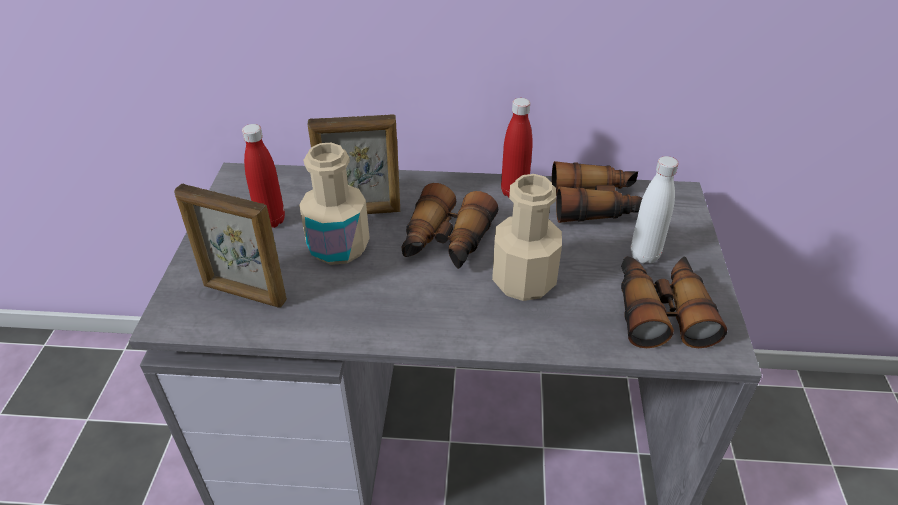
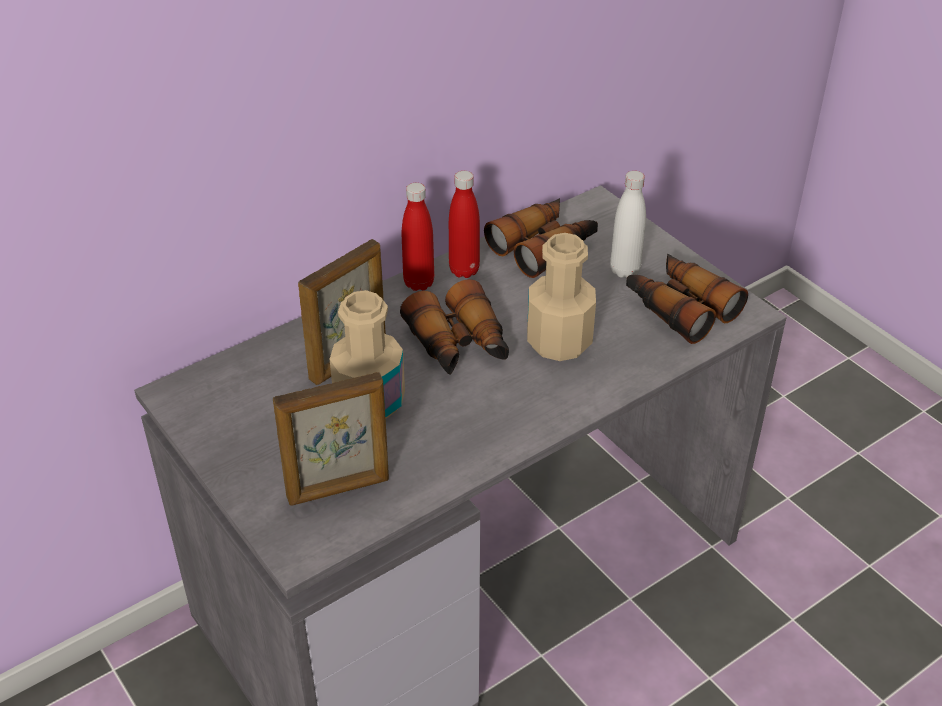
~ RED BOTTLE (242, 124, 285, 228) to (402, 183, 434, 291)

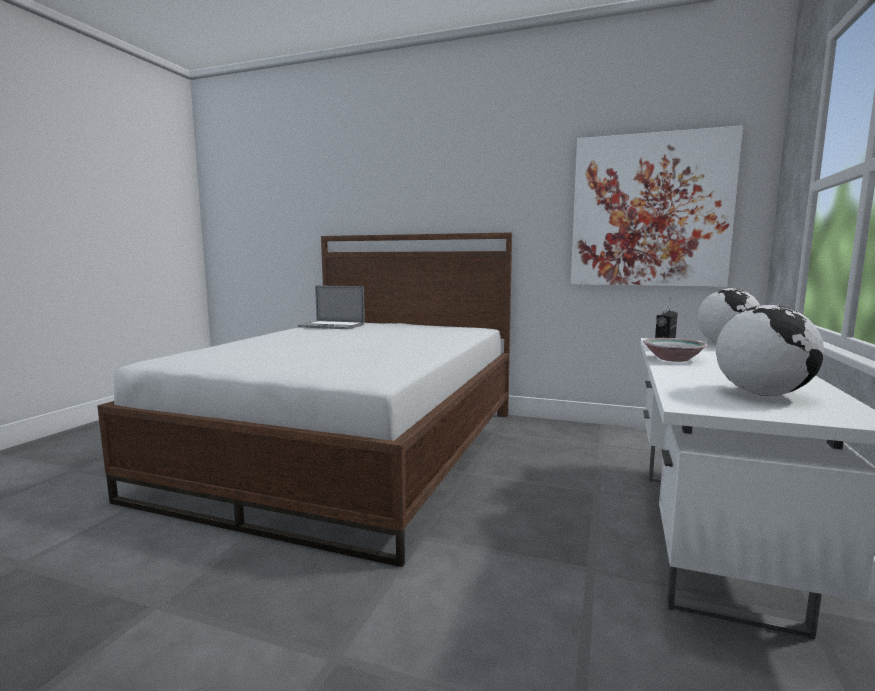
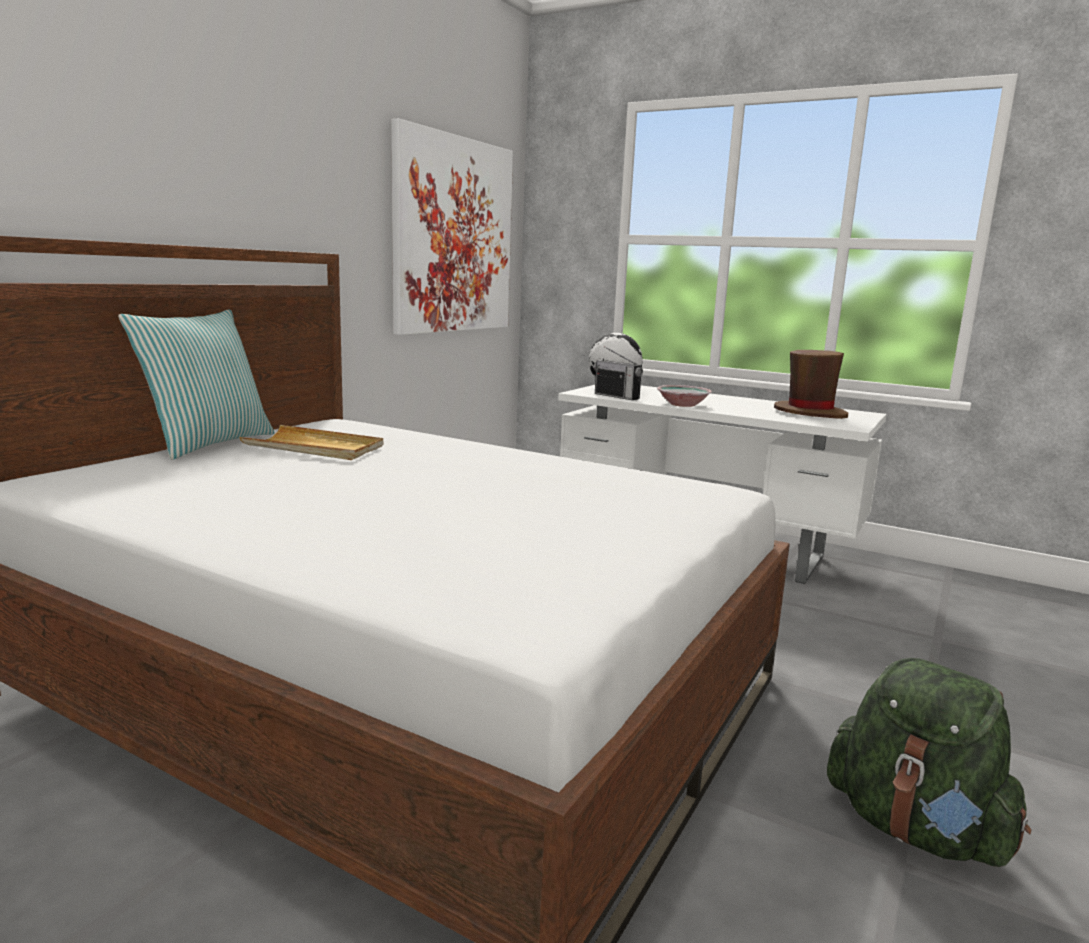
+ PILLOW (118, 309, 275, 460)
+ BEIGE TRAY (239, 425, 383, 460)
~ GLOBE (716, 305, 824, 396) to BROWN HAT (774, 350, 848, 419)
+ GREEN BACKPACK (827, 658, 1031, 867)
- LAPTOP (298, 285, 365, 329)

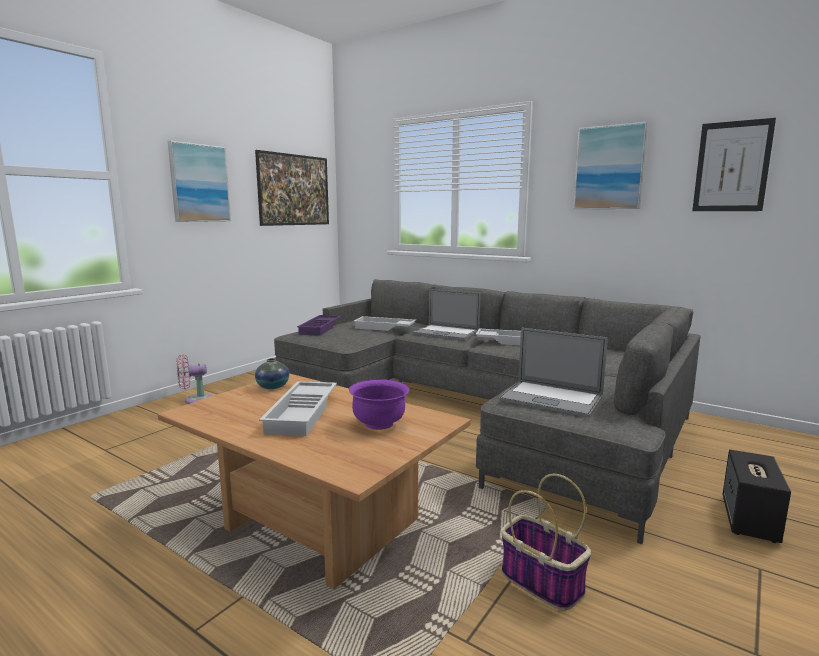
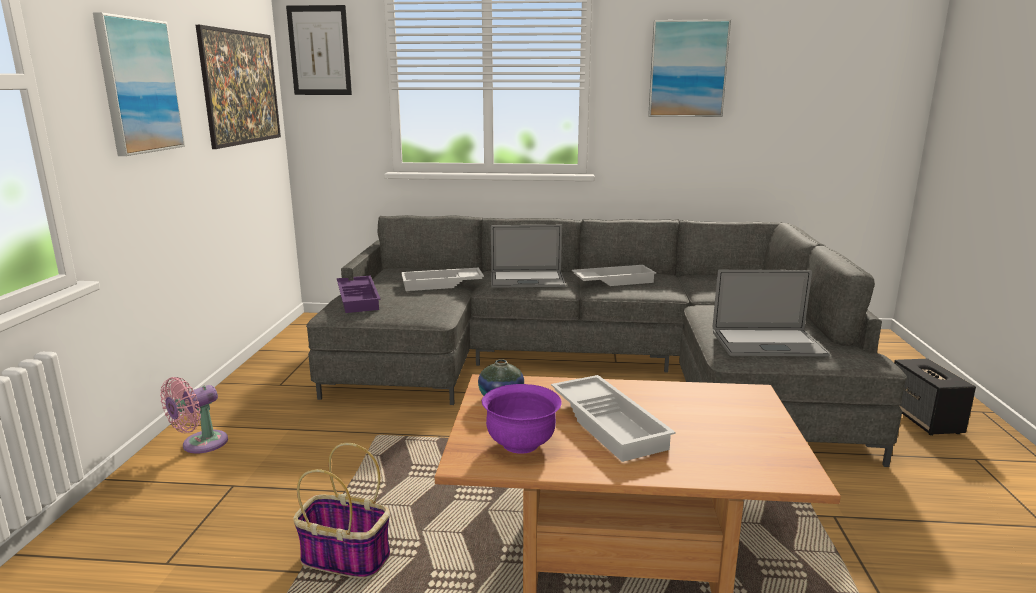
~ PICTURE (692, 118, 776, 211) to (286, 5, 352, 95)
~ BASKET (501, 474, 591, 611) to (293, 443, 390, 579)
~ PURPLE BOWL (349, 379, 409, 430) to (482, 384, 562, 454)

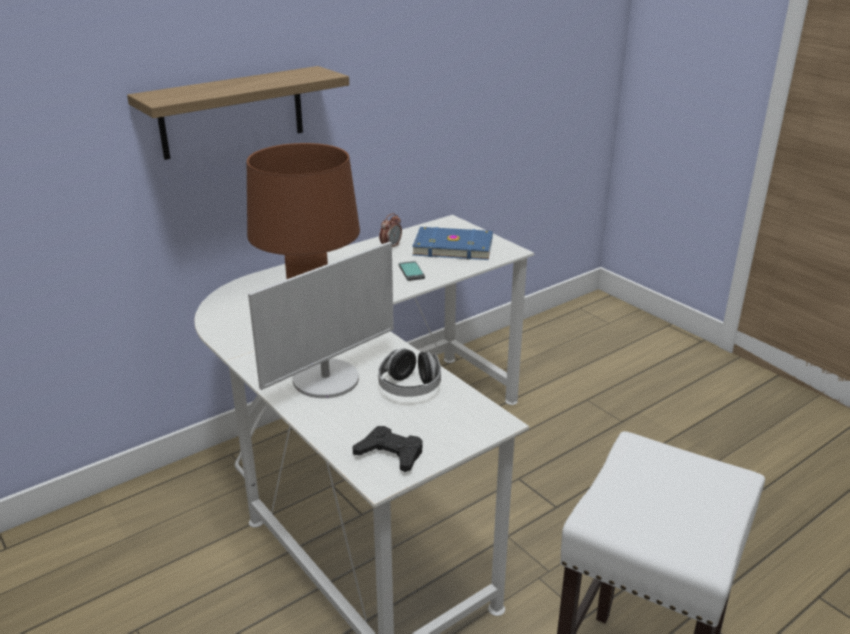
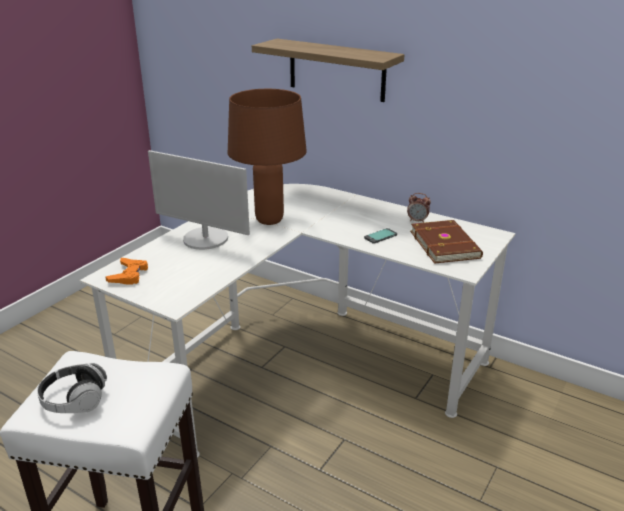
~ HEADPHONES (378, 348, 441, 397) to (37, 363, 107, 413)
~ BLACK GAME CONTROLLER (353, 426, 422, 472) to ORANGE GAME CONTROLLER (106, 258, 148, 285)
~ BLUE BOOK (412, 227, 493, 260) to BROWN BOOK (410, 220, 483, 264)

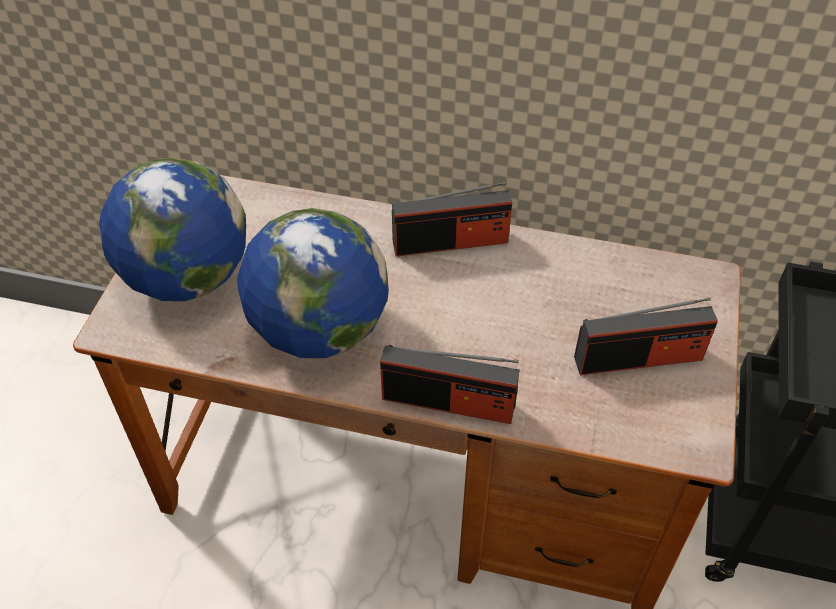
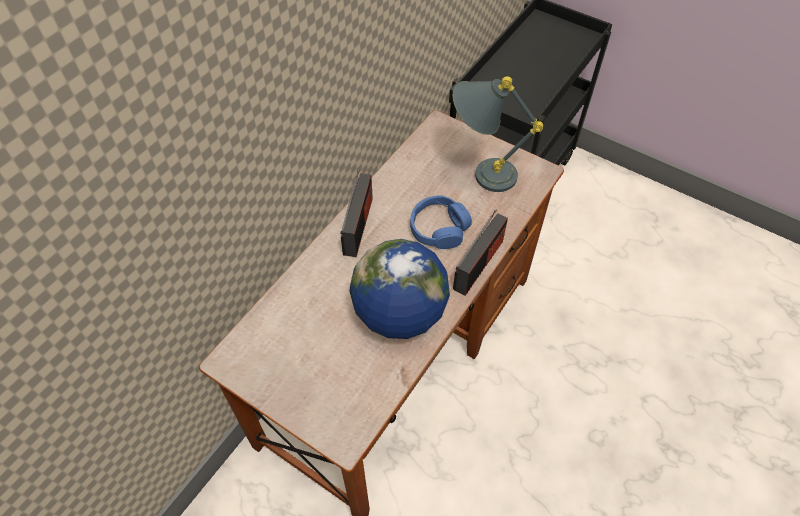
+ BLUE HEADPHONES (410, 195, 472, 249)
~ RADIO (574, 297, 718, 375) to GREY TABLE LAMP (453, 77, 543, 192)
- GLOBE (99, 158, 246, 301)

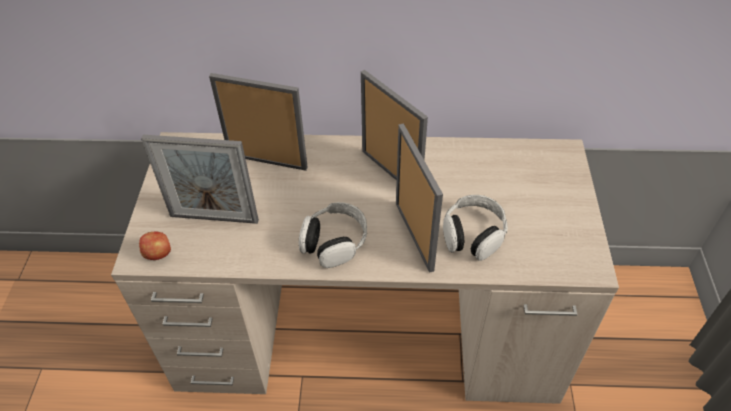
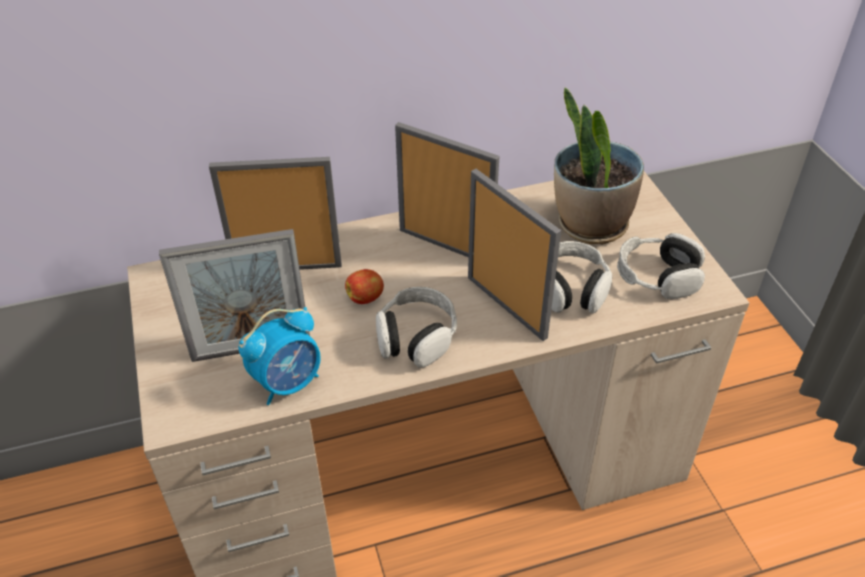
+ ALARM CLOCK (239, 307, 321, 405)
~ APPLE (139, 232, 171, 260) to (345, 269, 384, 304)
+ POTTED PLANT (554, 87, 644, 245)
+ HEADPHONES (617, 233, 705, 299)

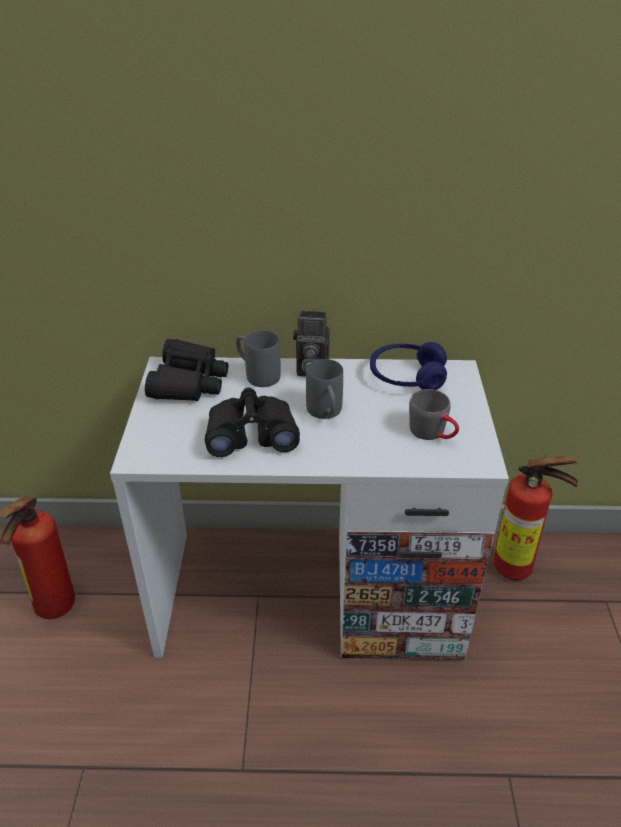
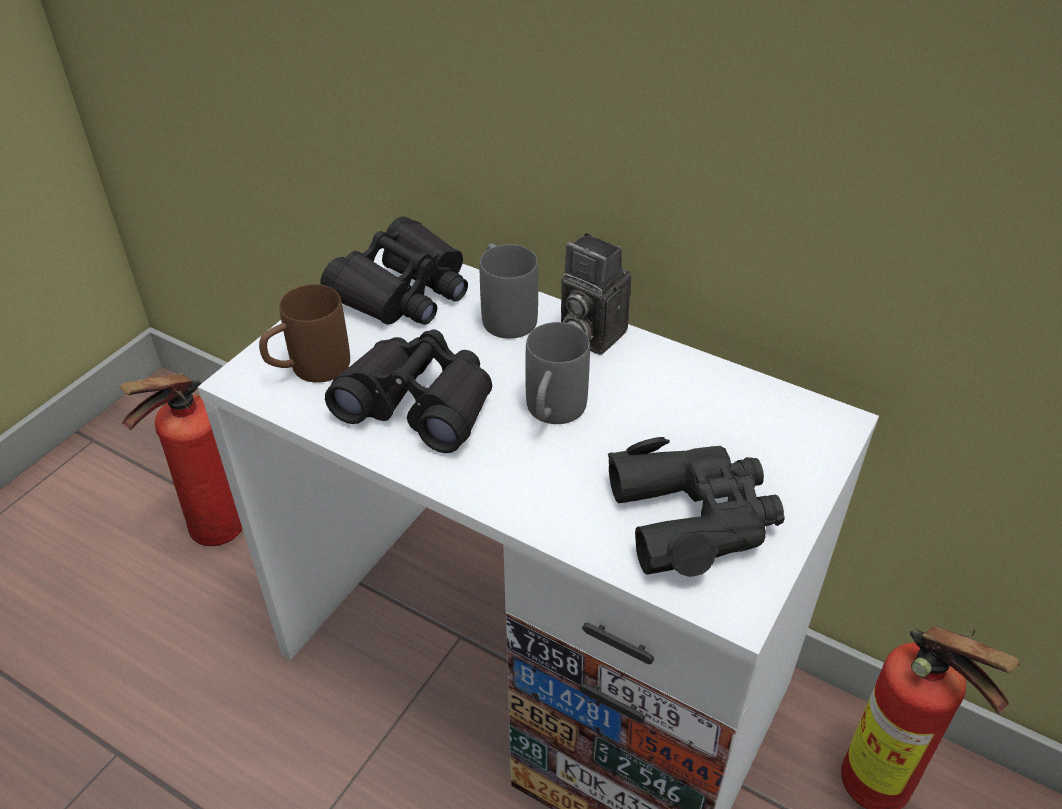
+ BROWN MUG (259, 284, 350, 383)
~ GREY MUG (409, 389, 459, 440) to BLACK BINOCULARS (608, 437, 785, 577)
- BLUE HEADPHONES (370, 342, 447, 390)

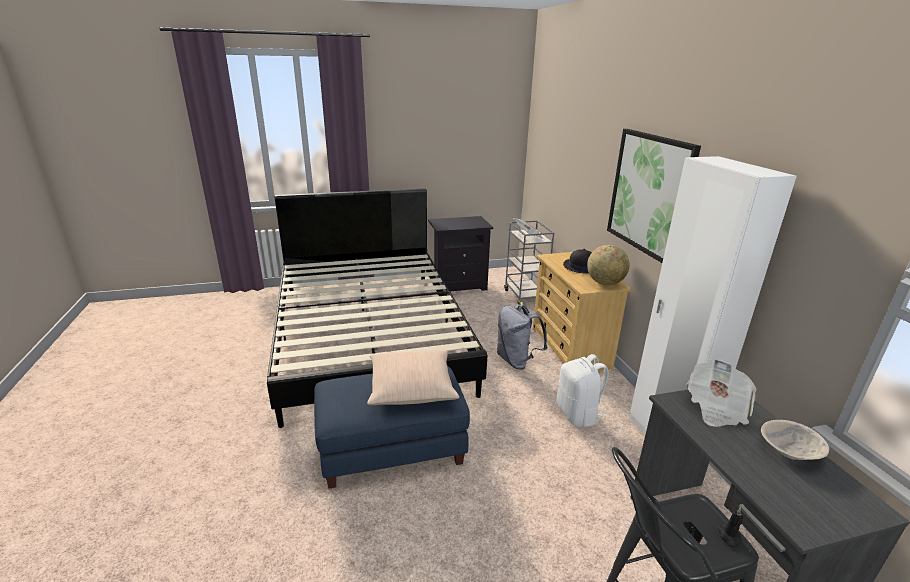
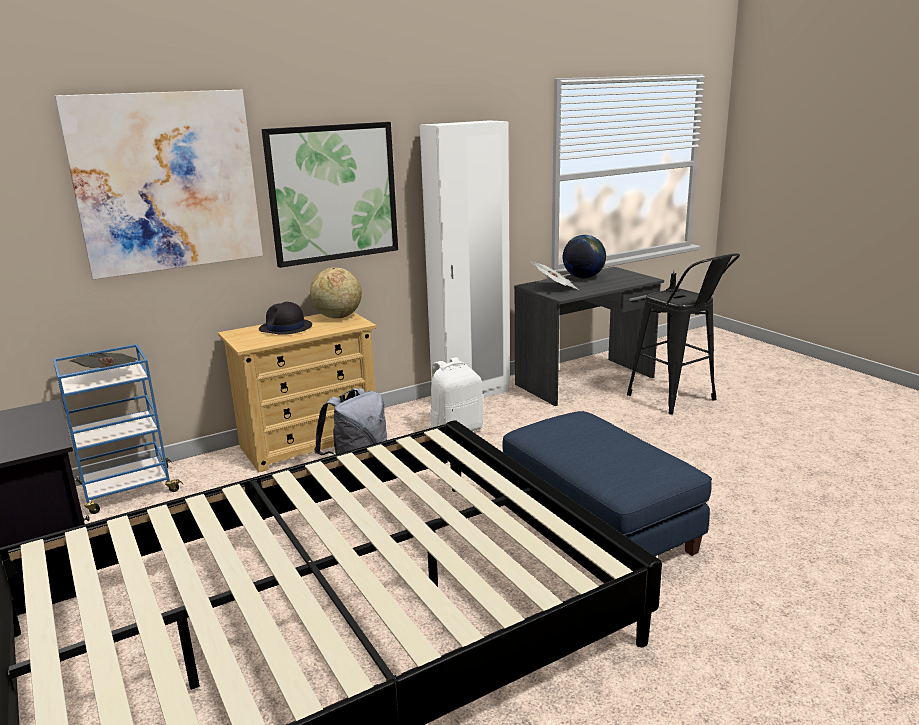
~ GREY CART (504, 220, 554, 305) to BLUE CART (53, 344, 183, 514)
+ PICTURE (55, 90, 263, 279)
~ BEIGE BOWL (761, 420, 829, 460) to GLOBE (563, 235, 606, 279)
- BEIGE PILLOW (367, 350, 459, 405)

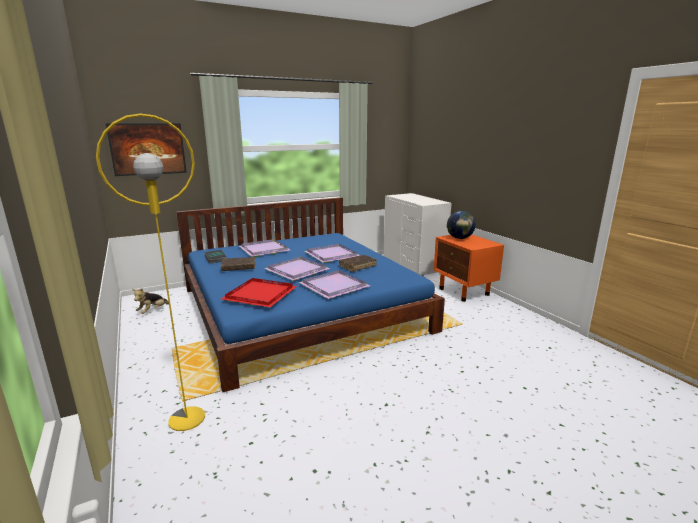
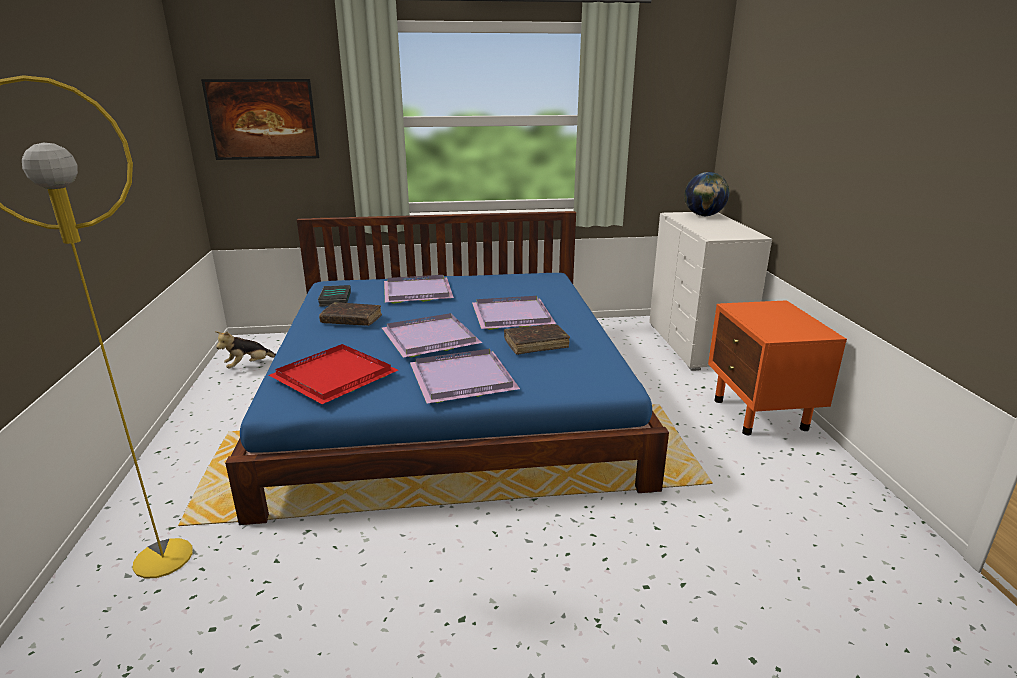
~ GLOBE (447, 211, 476, 239) to (684, 172, 729, 216)

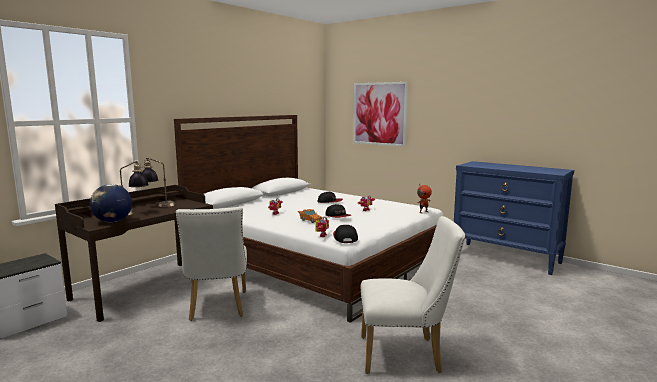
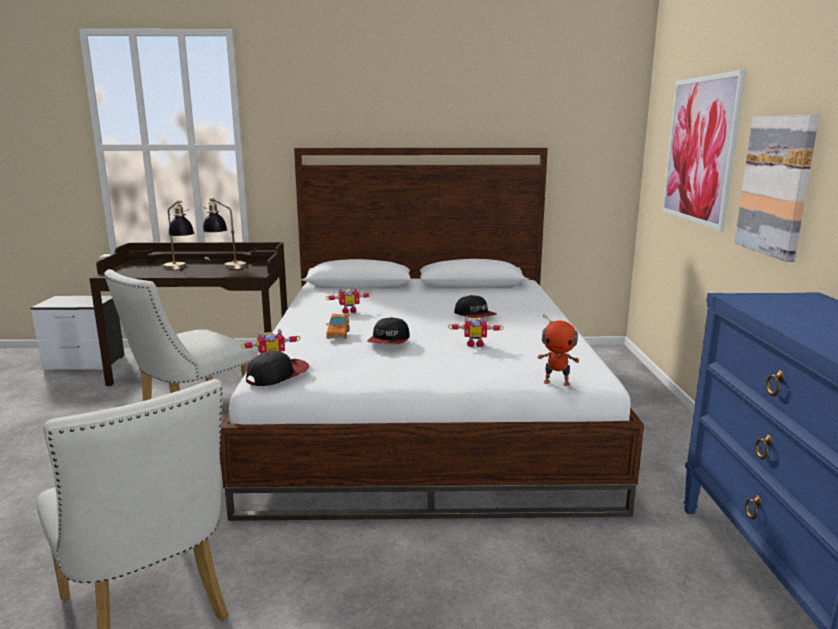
+ PICTURE (735, 115, 819, 262)
- GLOBE (90, 184, 132, 222)

